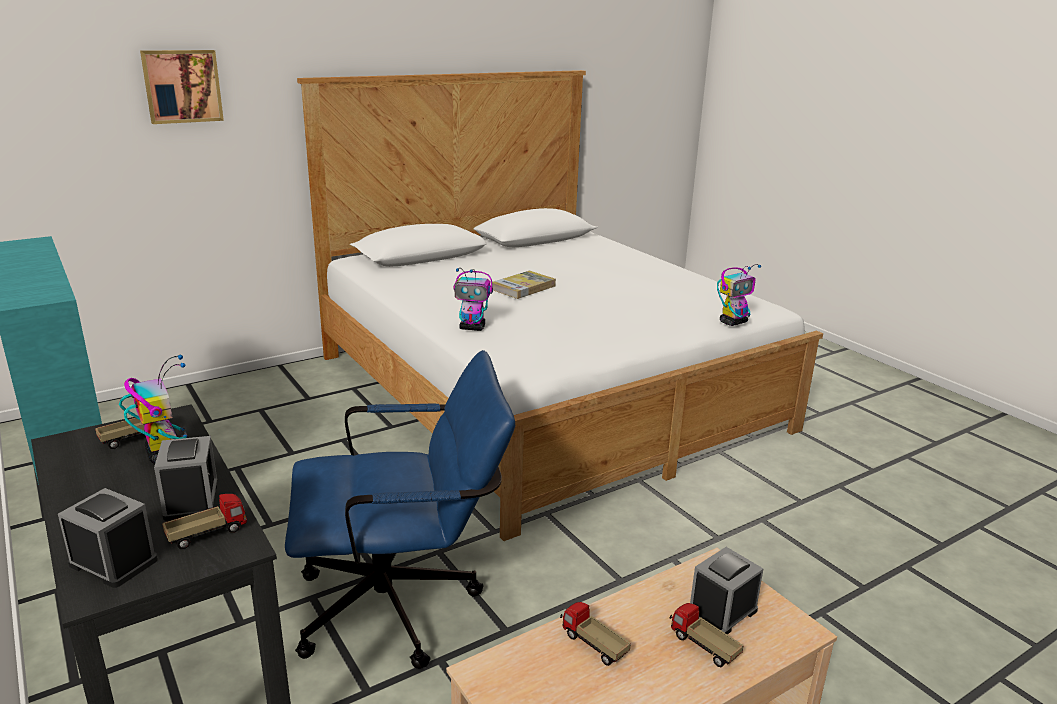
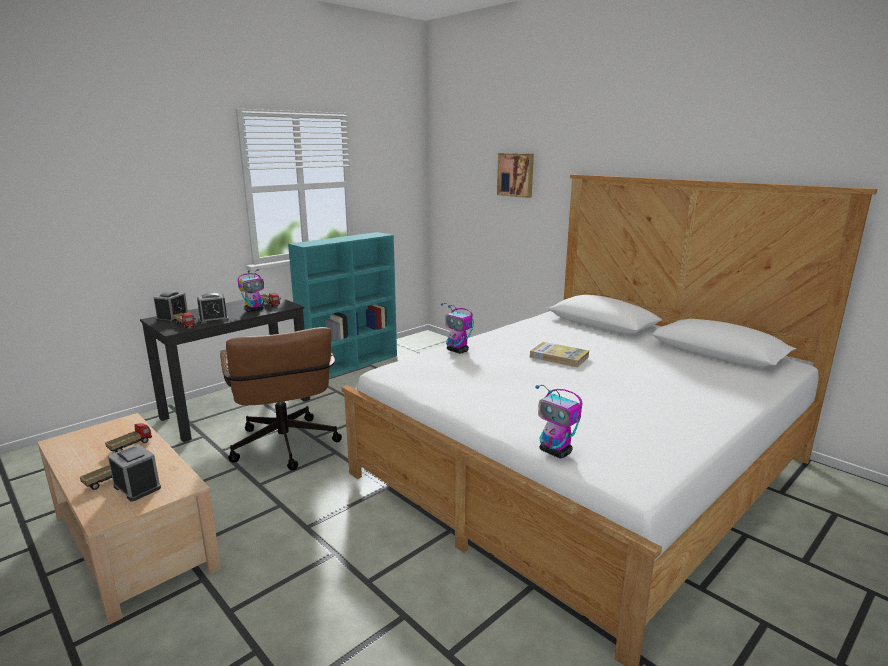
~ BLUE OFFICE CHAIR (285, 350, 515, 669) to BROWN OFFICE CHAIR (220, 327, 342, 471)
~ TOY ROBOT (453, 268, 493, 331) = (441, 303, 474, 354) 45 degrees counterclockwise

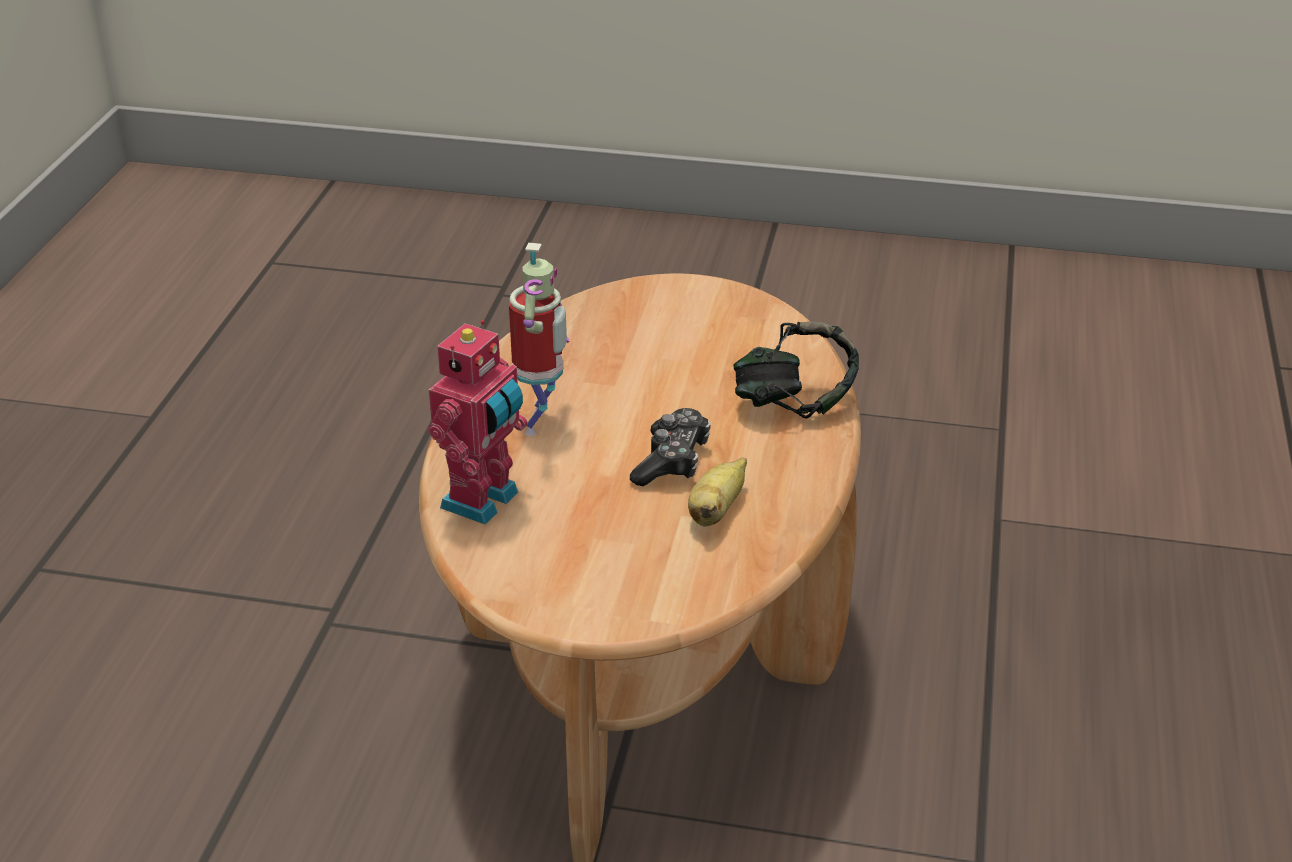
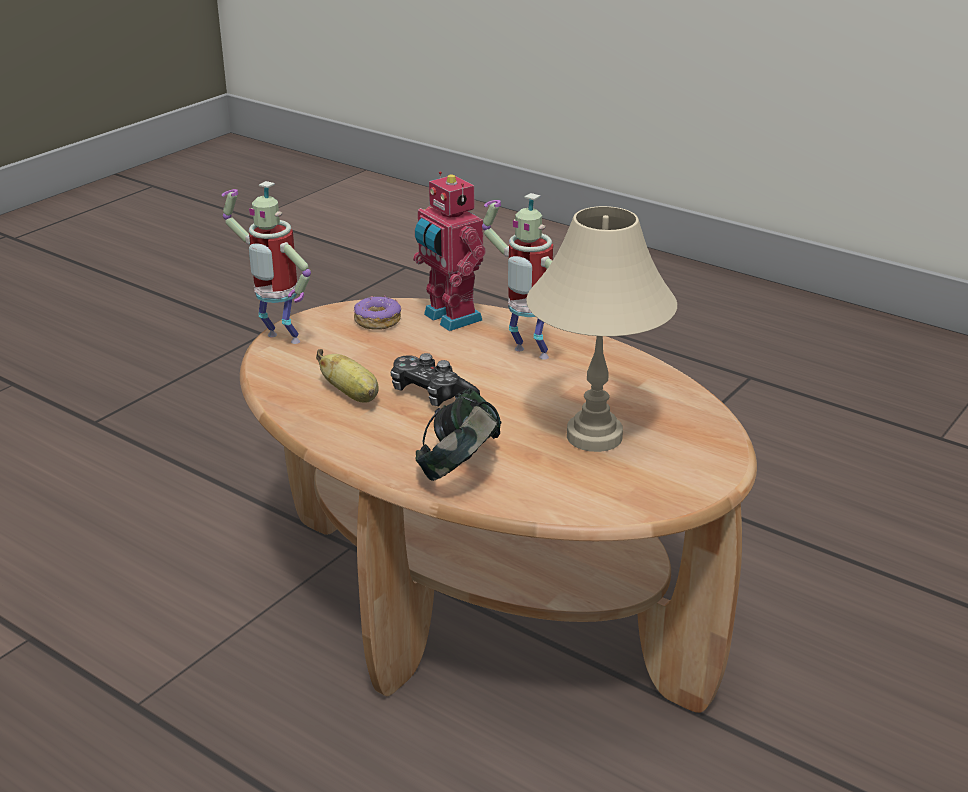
+ TOY ROBOT (222, 181, 311, 344)
+ DONUT (353, 296, 401, 330)
+ BEIGE TABLE LAMP (526, 206, 677, 452)

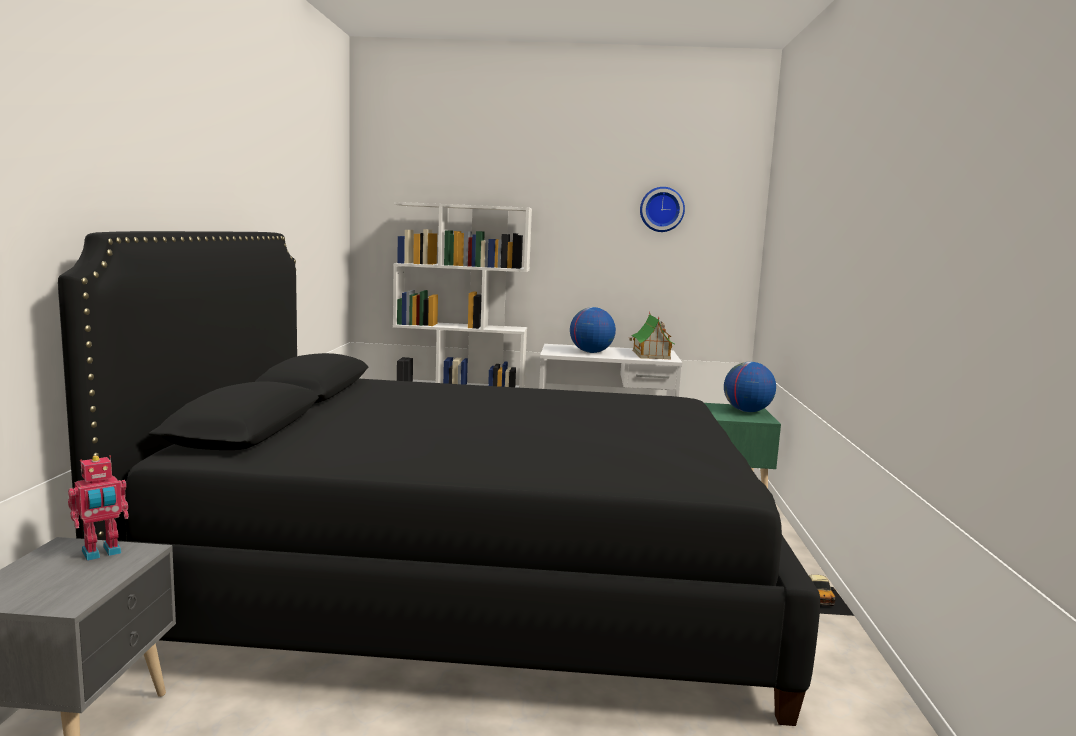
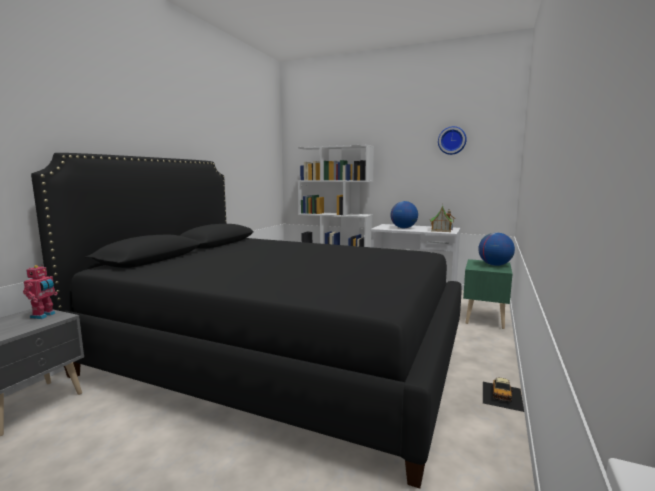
~ TOY ROBOT (68, 455, 129, 561) = (23, 265, 58, 319) 60 degrees counterclockwise

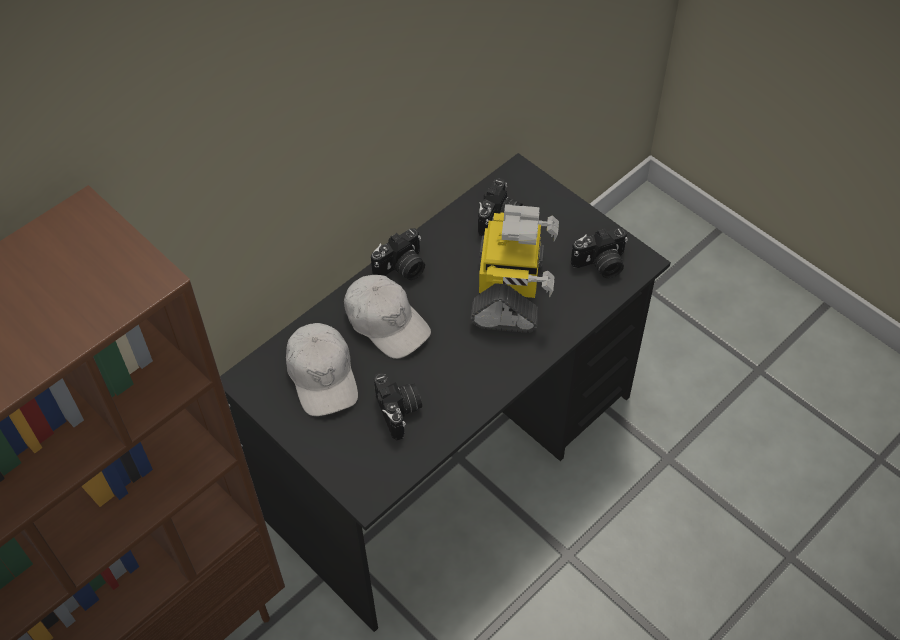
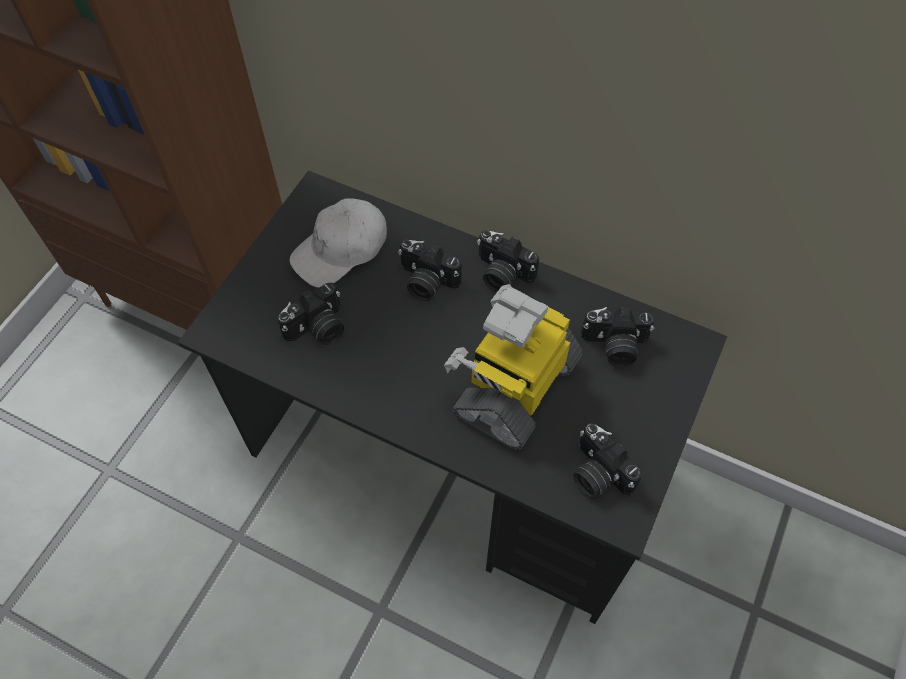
~ WHITE CAP (344, 275, 431, 359) to PHOTO CAMERA (398, 240, 462, 301)
~ TOY ROBOT (471, 204, 559, 333) = (444, 284, 583, 450) 135 degrees clockwise

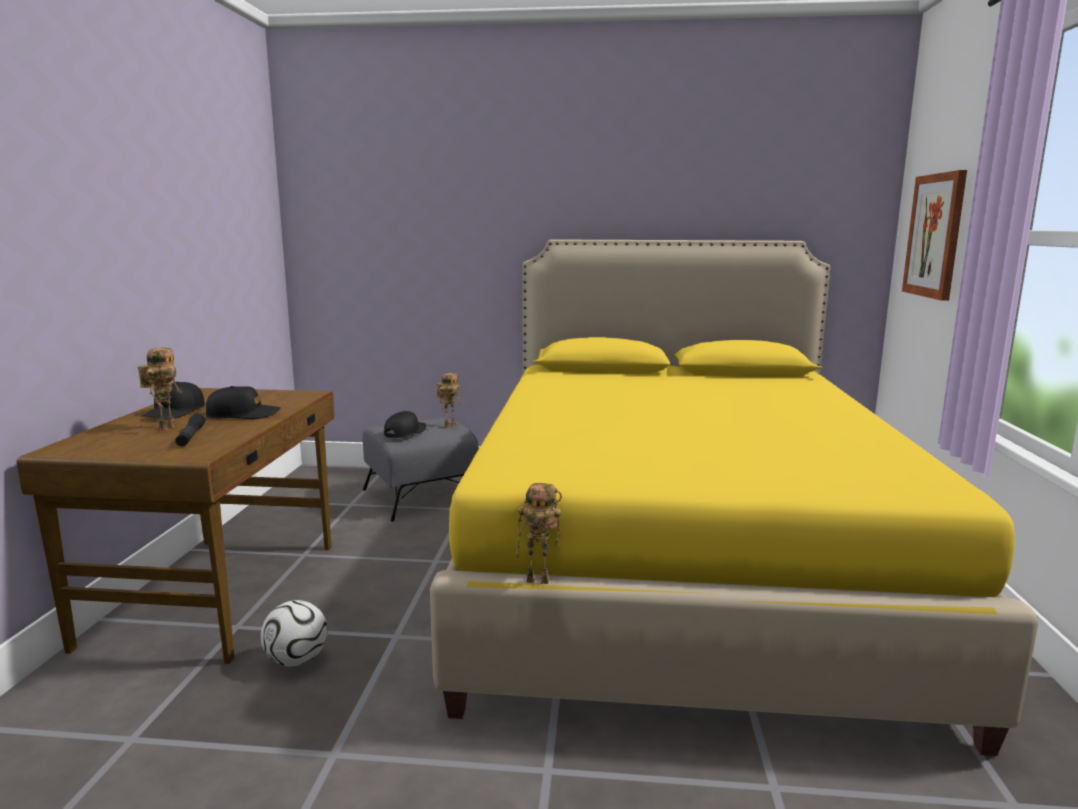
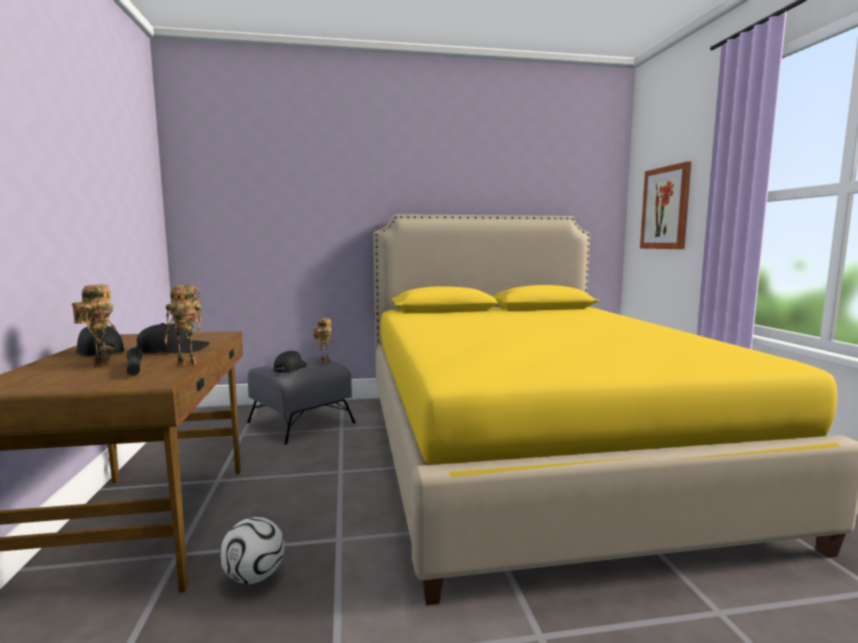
~ BLACK CAP (141, 382, 205, 419) = (75, 326, 124, 357) 135 degrees clockwise
~ TOY ROBOT (517, 483, 562, 584) to (165, 285, 202, 366)

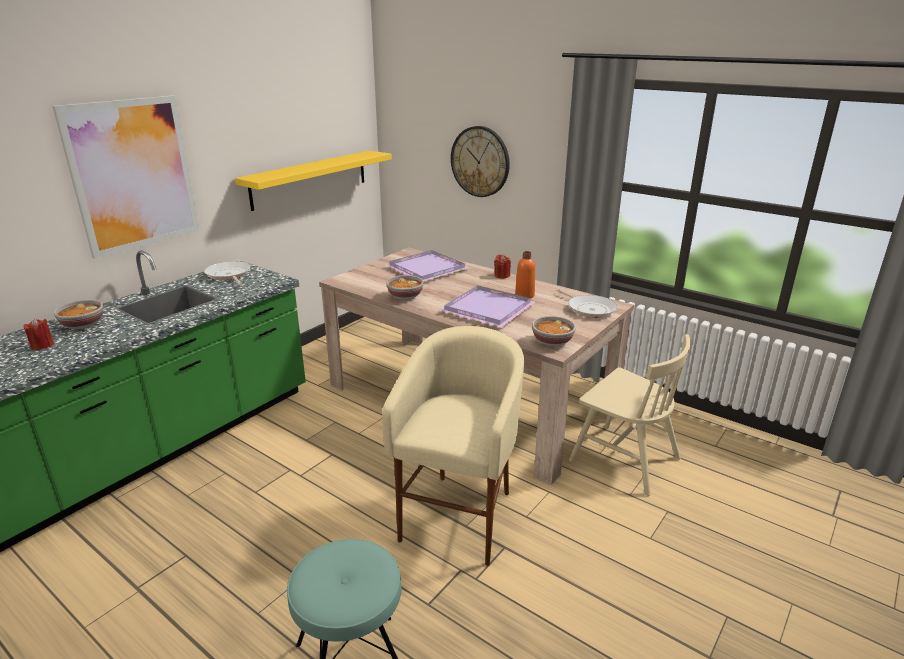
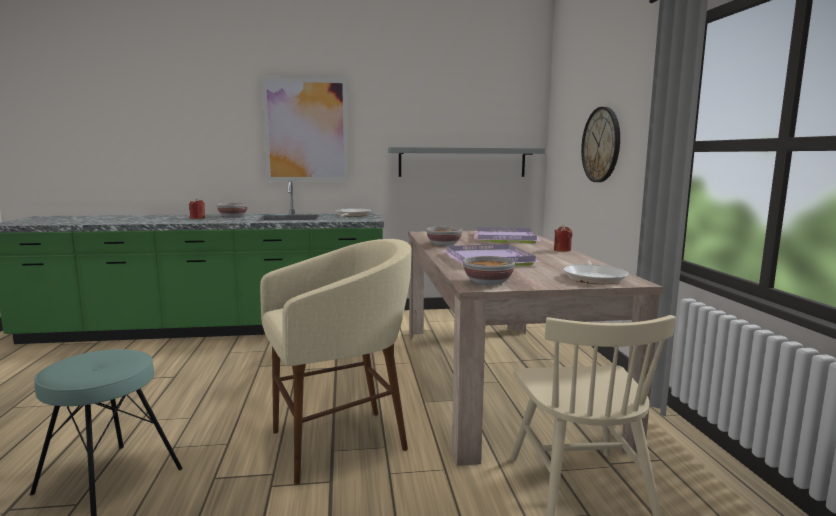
~ YELLOW SHELF (235, 150, 392, 211) to GREY SHELF (388, 147, 545, 177)
- ORANGE BOTTLE (515, 251, 535, 298)

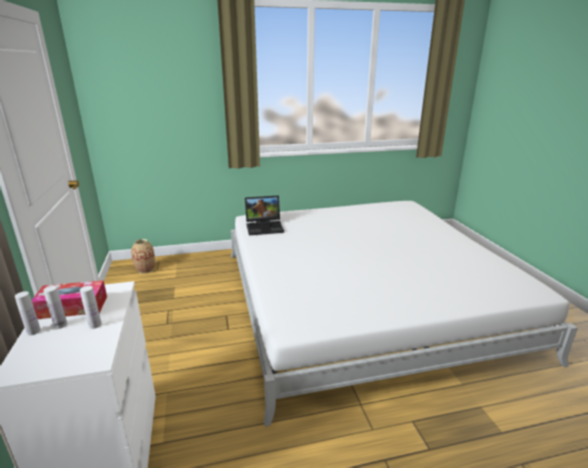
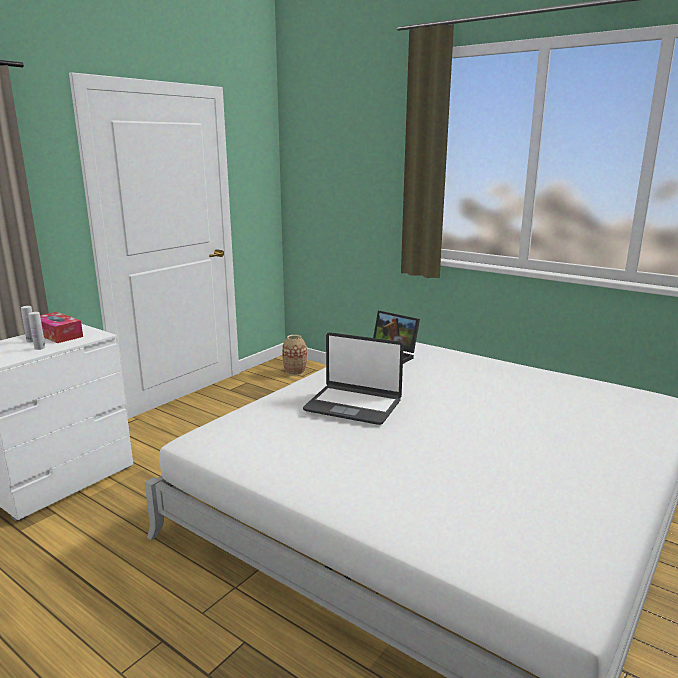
+ LAPTOP (303, 332, 403, 425)
- WHITE BOTTLE (15, 291, 41, 335)

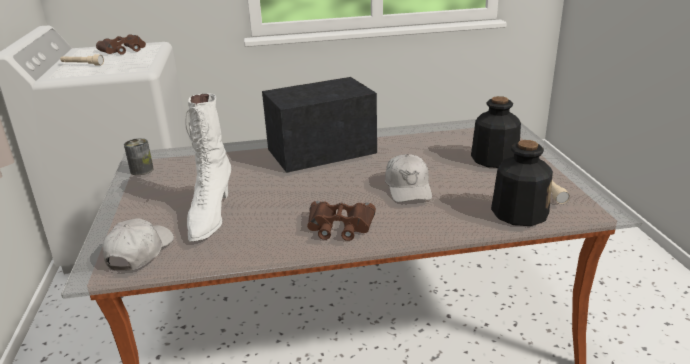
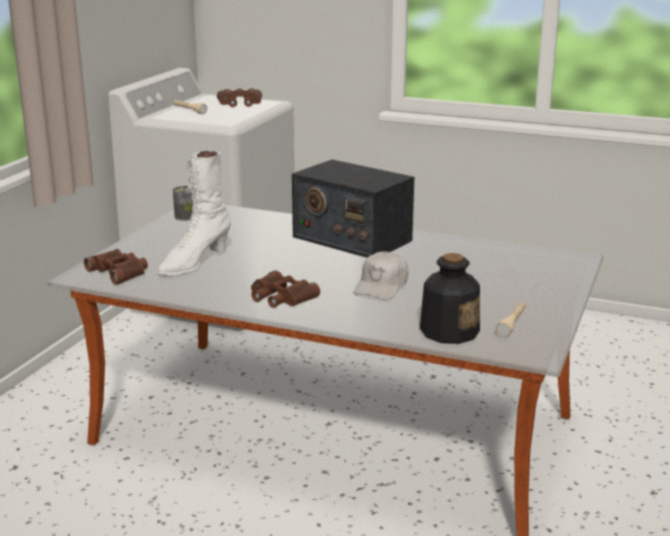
~ WHITE CAP (103, 218, 174, 271) to BROWN BINOCULARS (84, 249, 148, 285)
~ RADIO (262, 77, 377, 173) = (292, 159, 414, 258) 150 degrees counterclockwise
- BOTTLE (471, 96, 521, 168)

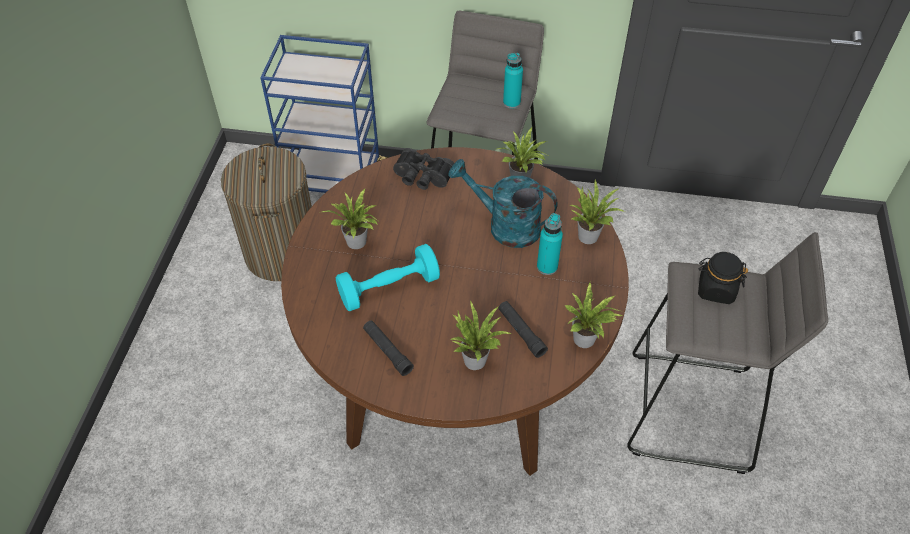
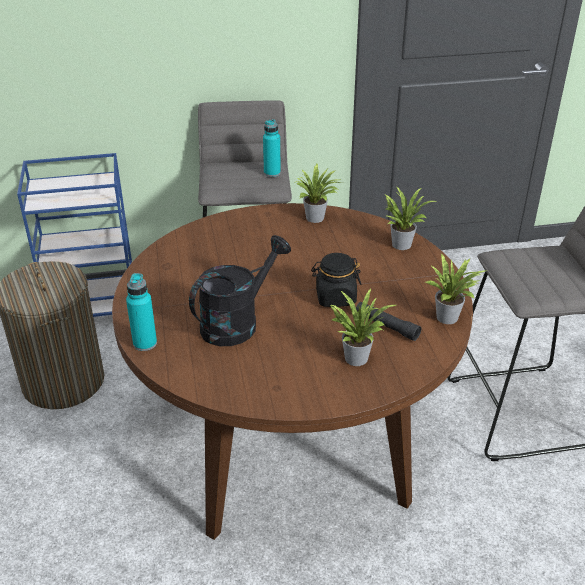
~ TURQUOISE BOTTLE (537, 213, 563, 275) to (126, 273, 157, 351)
~ TURQUOISE DUMBBELL (336, 244, 440, 311) to BLACK WATERING CAN (189, 235, 291, 346)
~ BLACK JAR (698, 252, 748, 304) to (311, 253, 361, 307)
- POTTED PLANT (322, 189, 378, 249)
- BLACK FLASHLIGHT (363, 320, 414, 376)
- BLACK BINOCULARS (393, 148, 454, 190)
- TURQUOISE WATERING CAN (448, 159, 558, 248)

